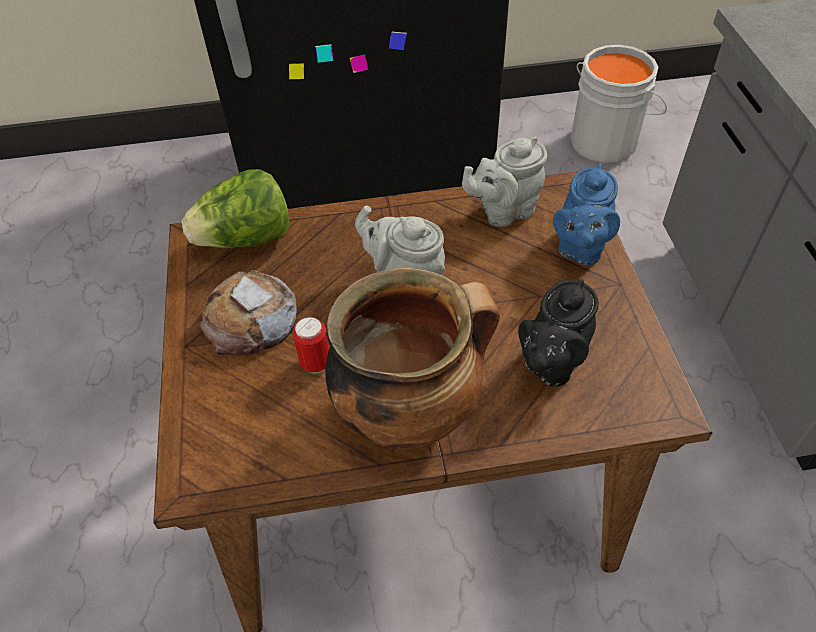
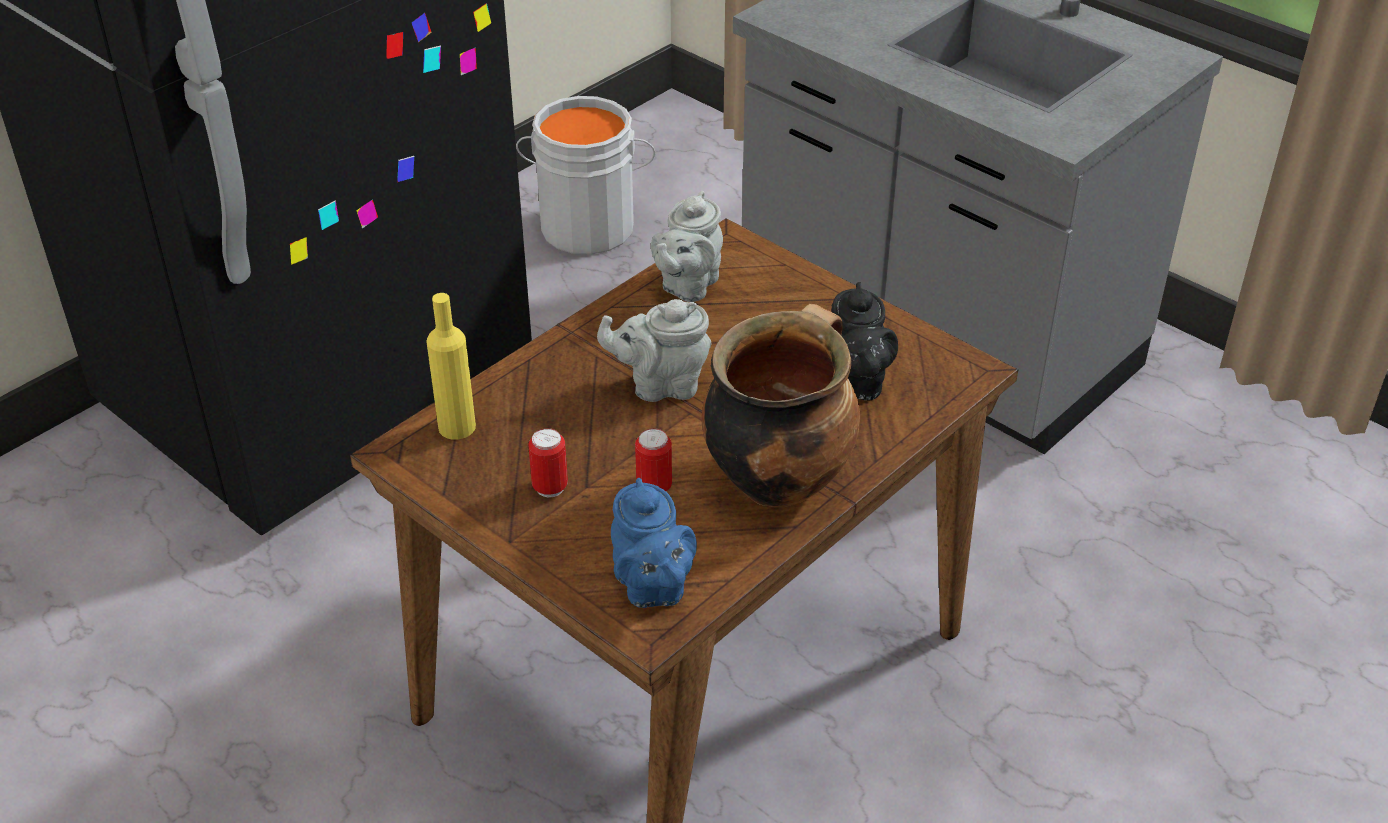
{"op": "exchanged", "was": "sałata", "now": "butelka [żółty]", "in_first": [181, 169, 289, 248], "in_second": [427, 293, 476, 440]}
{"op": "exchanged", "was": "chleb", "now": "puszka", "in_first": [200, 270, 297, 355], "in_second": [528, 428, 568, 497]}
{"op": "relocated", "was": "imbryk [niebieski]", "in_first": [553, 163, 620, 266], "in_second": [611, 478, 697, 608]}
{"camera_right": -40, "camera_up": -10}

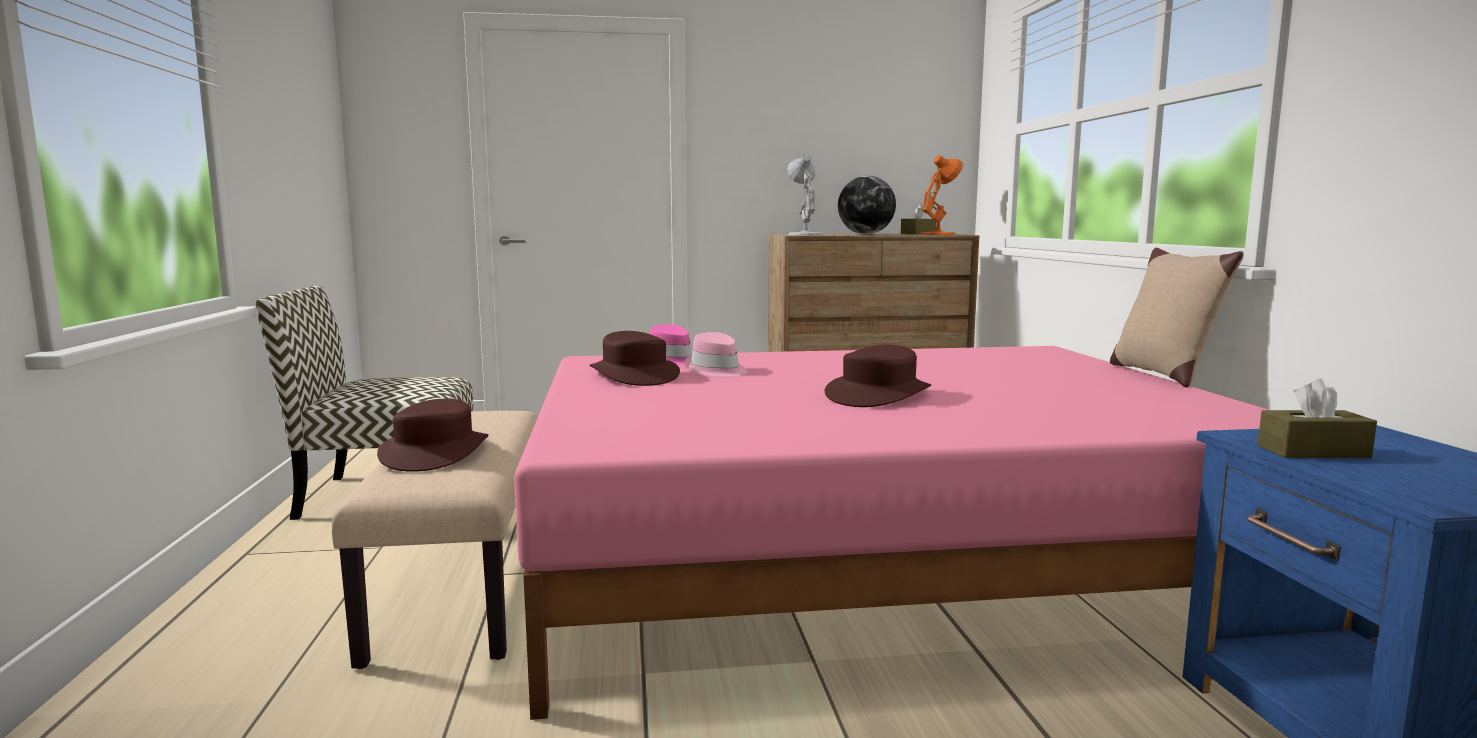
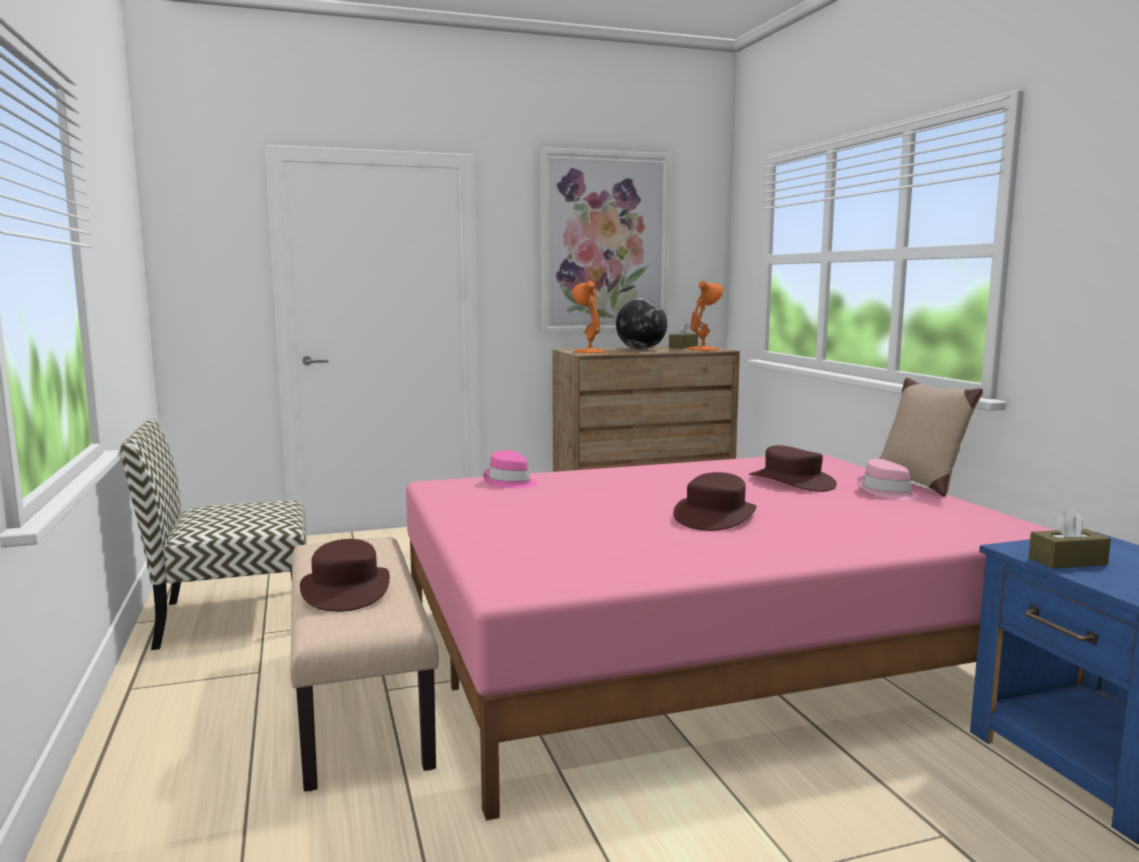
{"op": "appeared", "now": "obraz", "in_second": [540, 147, 671, 333]}
{"op": "colour", "was": "lampa stołowa [biały]", "now": "lampa stołowa [pomarańczowy]", "in_first": [787, 154, 823, 235], "in_second": [572, 281, 606, 353]}
{"op": "relocated", "was": "kapelusz [brązowy]", "in_first": [590, 331, 680, 386], "in_second": [749, 445, 837, 492]}
{"op": "relocated", "was": "kapelusz [różowy]", "in_first": [684, 332, 748, 376], "in_second": [857, 459, 919, 500]}
{"camera_right": -10, "camera_up": 0}

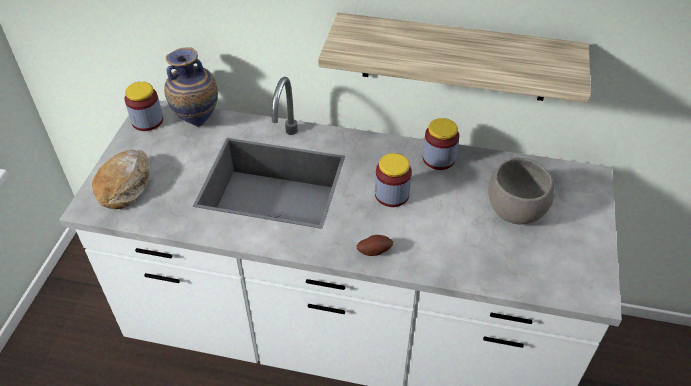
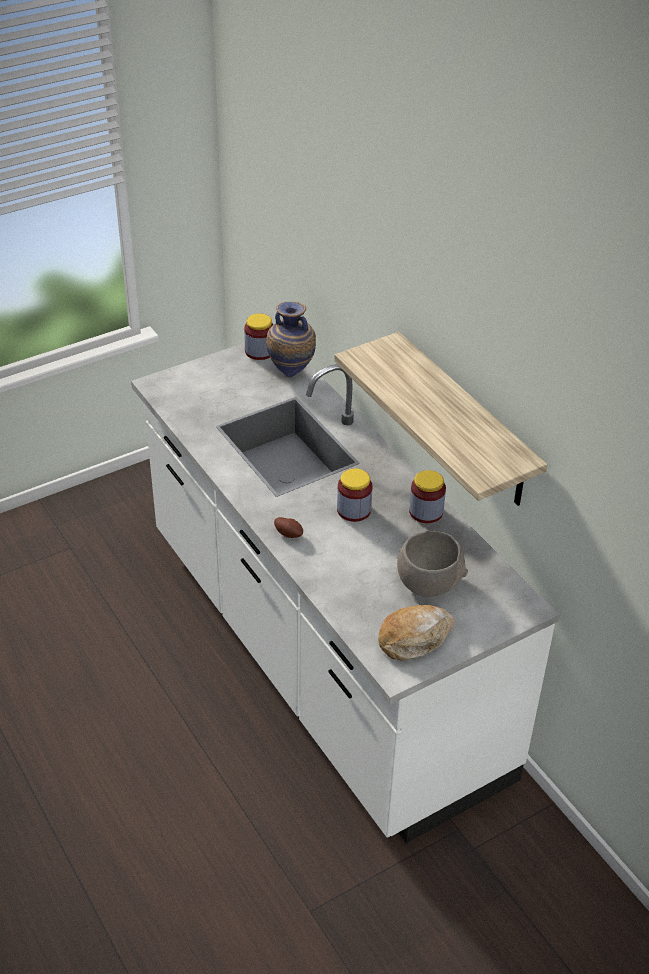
{"op": "relocated", "was": "chleb", "in_first": [92, 150, 150, 209], "in_second": [378, 605, 455, 661]}
{"camera_right": 45, "camera_up": -5}

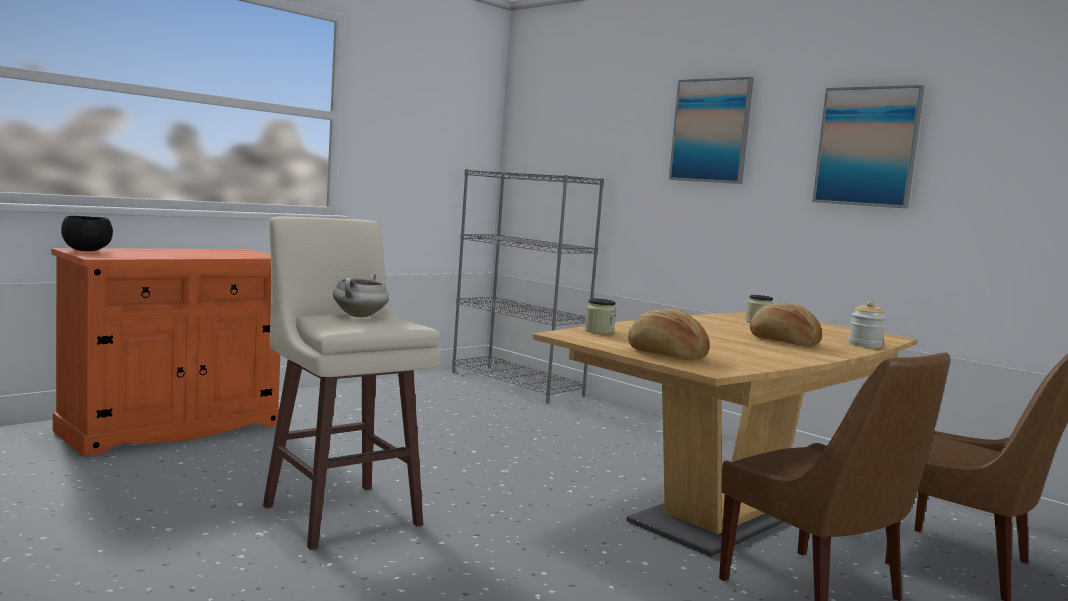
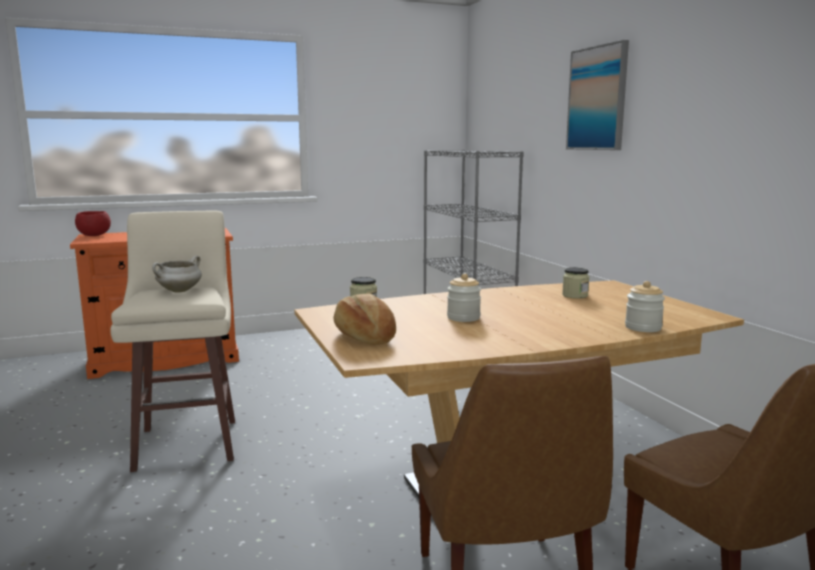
{"op": "colour", "was": "miska [czarny]", "now": "miska [czerwony]", "in_first": [61, 216, 113, 251], "in_second": [75, 211, 111, 236]}
{"op": "appeared", "now": "słoik", "in_second": [447, 273, 481, 322]}
{"op": "missing", "was": "chleb", "in_first": [750, 303, 822, 346]}
{"op": "missing", "was": "obraz", "in_first": [812, 85, 925, 209]}
{"camera_right": 25, "camera_up": 5}

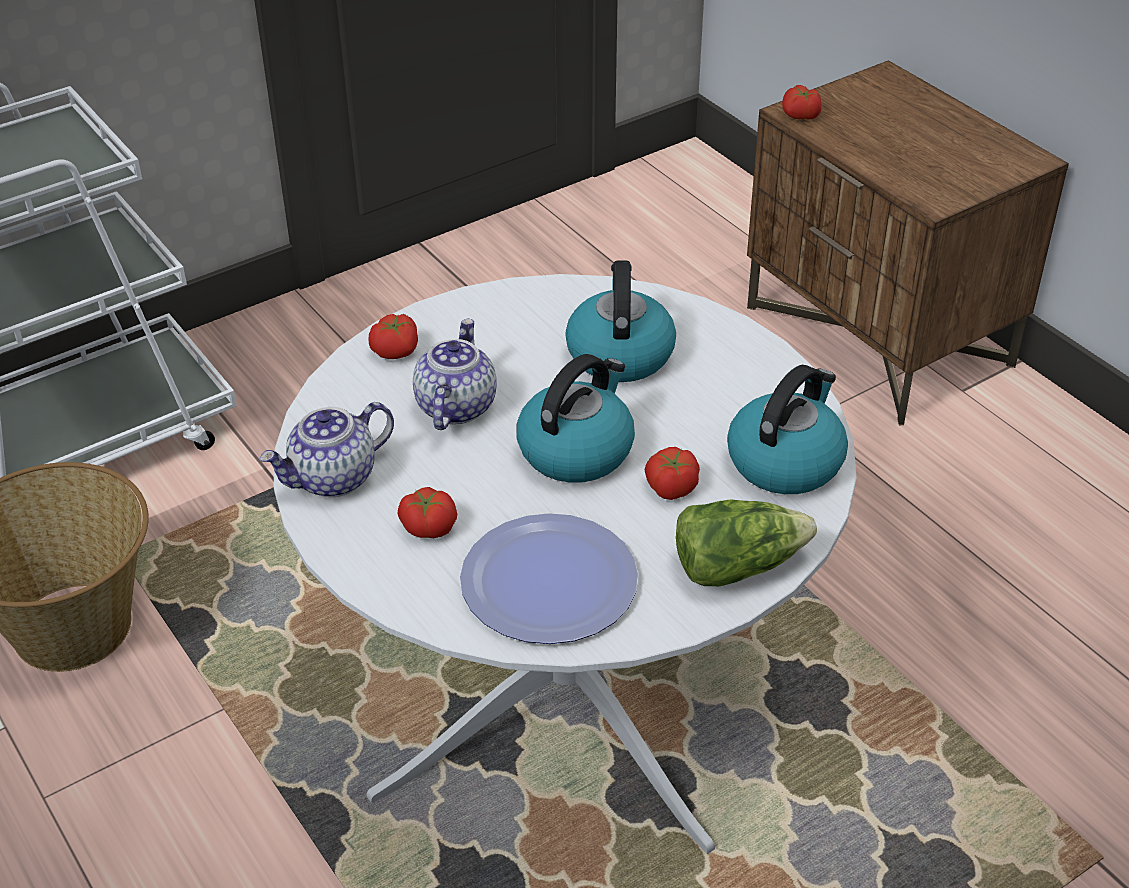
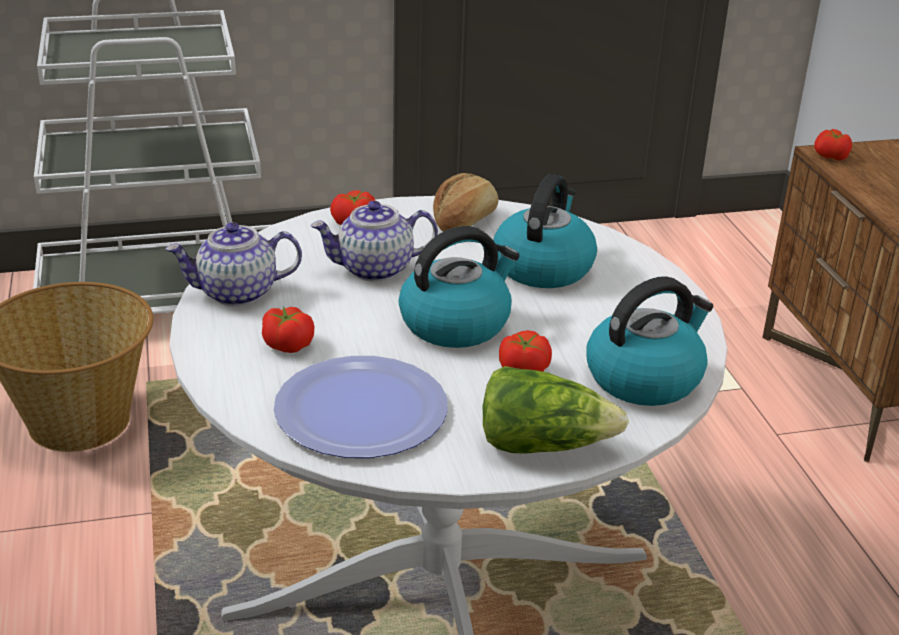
{"op": "spun", "was": "imbryk", "in_first": [413, 318, 497, 430], "in_second": [311, 201, 438, 282], "clockwise": -135}
{"op": "appeared", "now": "chleb", "in_second": [433, 173, 498, 232]}
{"camera_right": 20, "camera_up": -10}

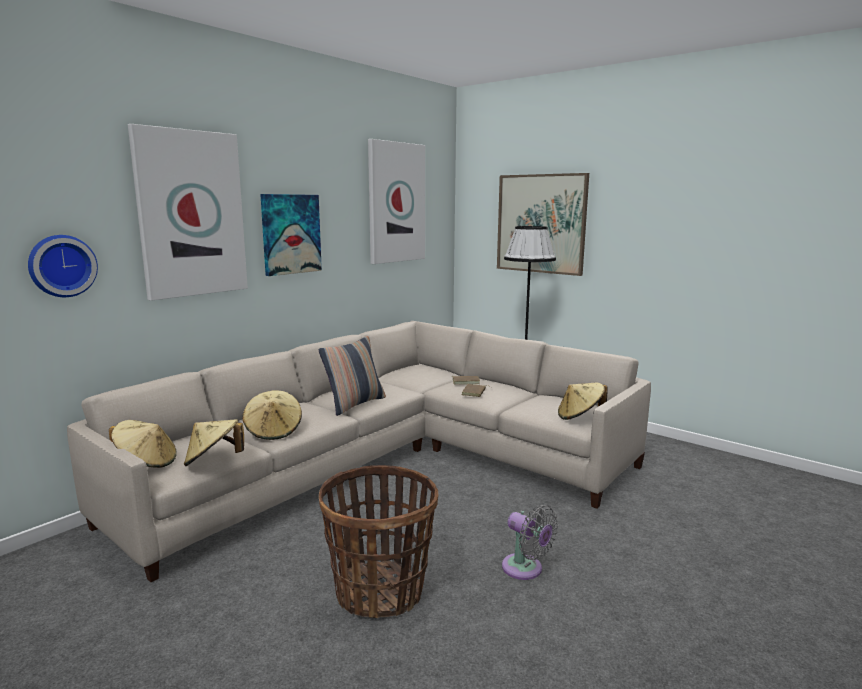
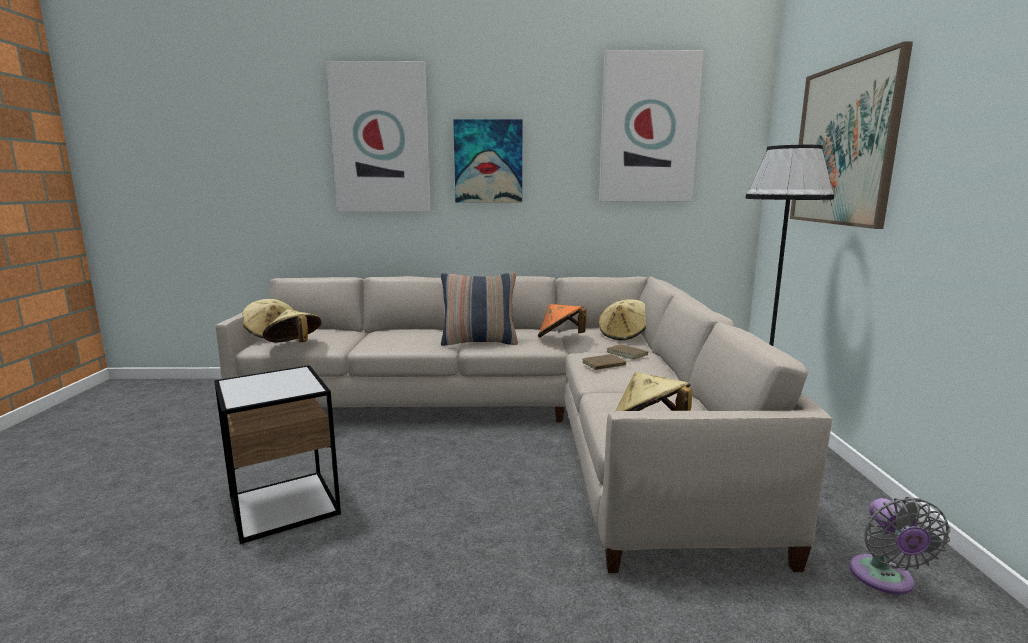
{"op": "exchanged", "was": "koszyk", "now": "stolik", "in_first": [319, 465, 438, 618], "in_second": [214, 365, 341, 544]}
{"op": "appeared", "now": "kapelusz [pomarańczowy]", "in_second": [538, 304, 587, 338]}
{"op": "relocated", "was": "kapelusz [beżowy]", "in_first": [242, 390, 302, 440], "in_second": [598, 299, 646, 340]}
{"op": "relocated", "was": "wentylator [szary]", "in_first": [502, 505, 558, 580], "in_second": [850, 497, 950, 595]}
{"op": "missing", "was": "zegar ścienny", "in_first": [28, 235, 98, 297]}
{"camera_right": 50, "camera_up": 0}

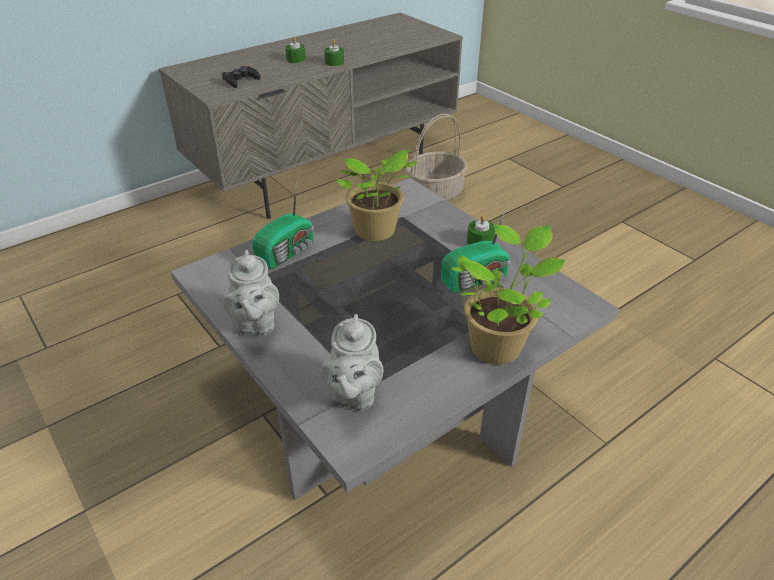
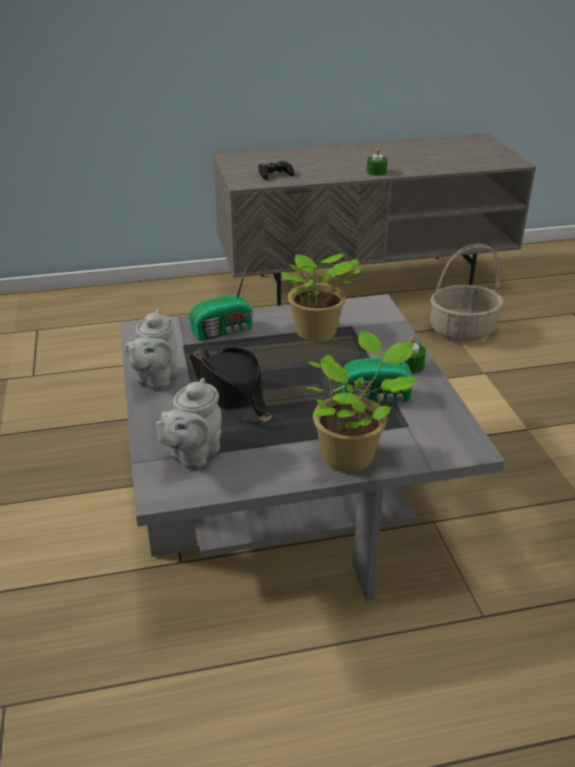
{"op": "appeared", "now": "kapelusz [czarny]", "in_second": [189, 347, 275, 425]}
{"op": "missing", "was": "świeca [zielony]", "in_first": [285, 36, 306, 63]}
{"camera_right": 25, "camera_up": -5}

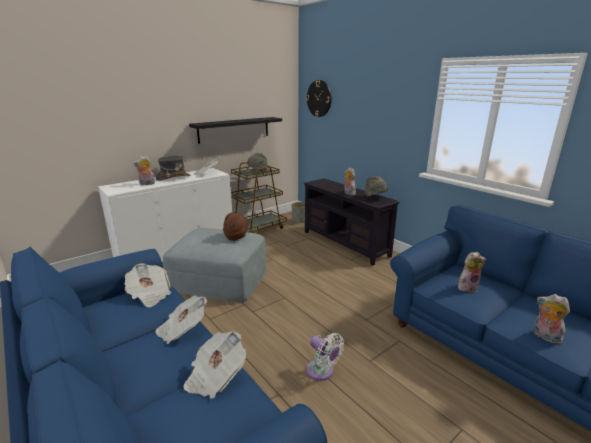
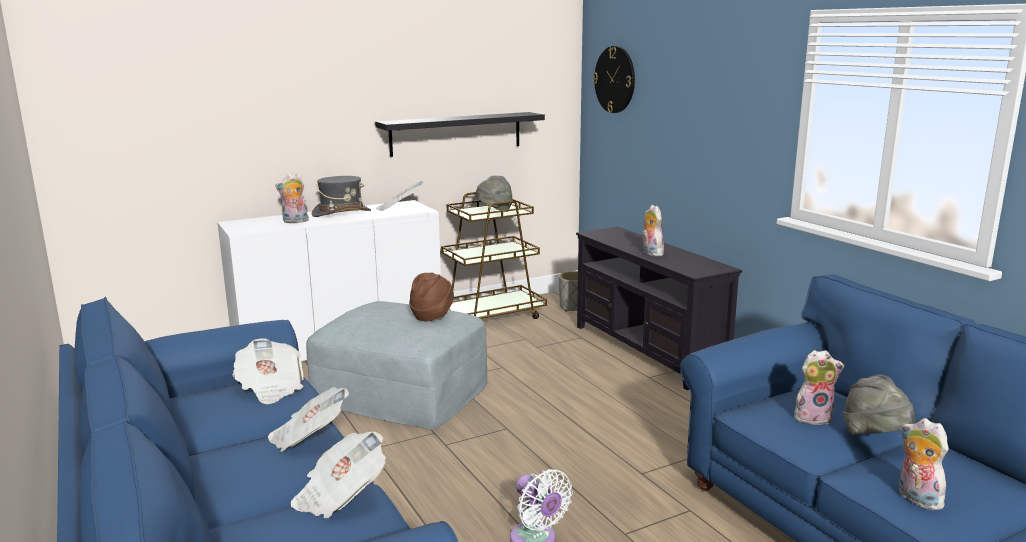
{"op": "relocated", "was": "kapelusz [szary]", "in_first": [365, 175, 388, 197], "in_second": [843, 374, 916, 435]}
{"camera_right": 10, "camera_up": -5}

